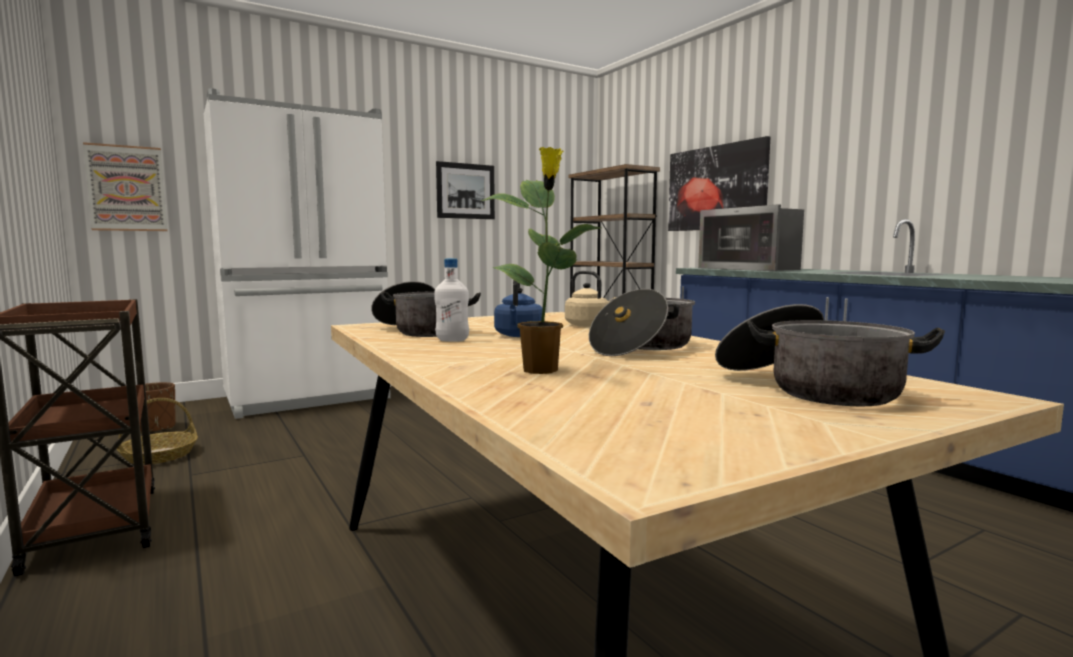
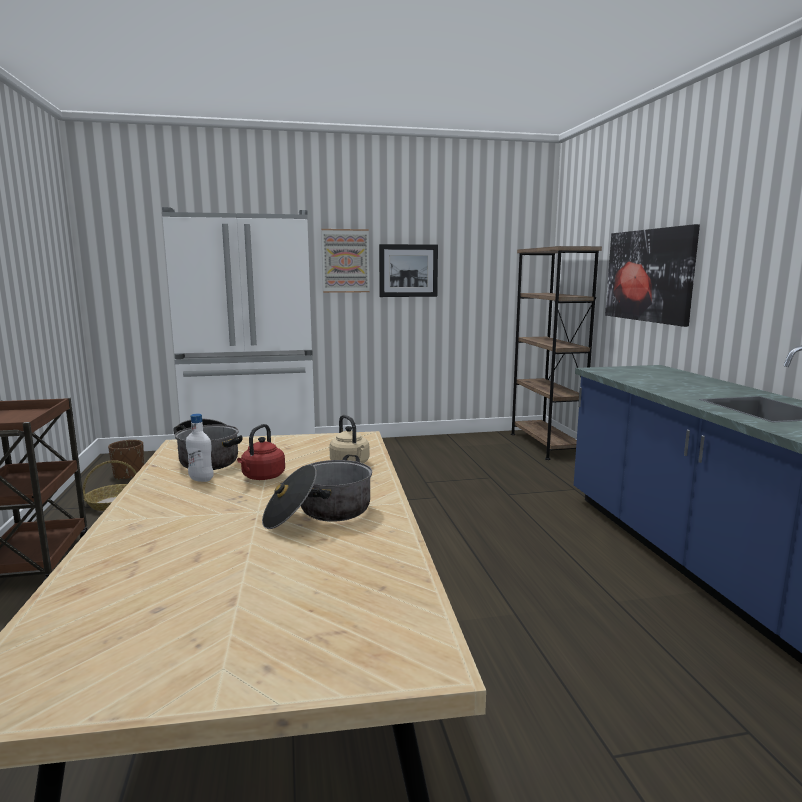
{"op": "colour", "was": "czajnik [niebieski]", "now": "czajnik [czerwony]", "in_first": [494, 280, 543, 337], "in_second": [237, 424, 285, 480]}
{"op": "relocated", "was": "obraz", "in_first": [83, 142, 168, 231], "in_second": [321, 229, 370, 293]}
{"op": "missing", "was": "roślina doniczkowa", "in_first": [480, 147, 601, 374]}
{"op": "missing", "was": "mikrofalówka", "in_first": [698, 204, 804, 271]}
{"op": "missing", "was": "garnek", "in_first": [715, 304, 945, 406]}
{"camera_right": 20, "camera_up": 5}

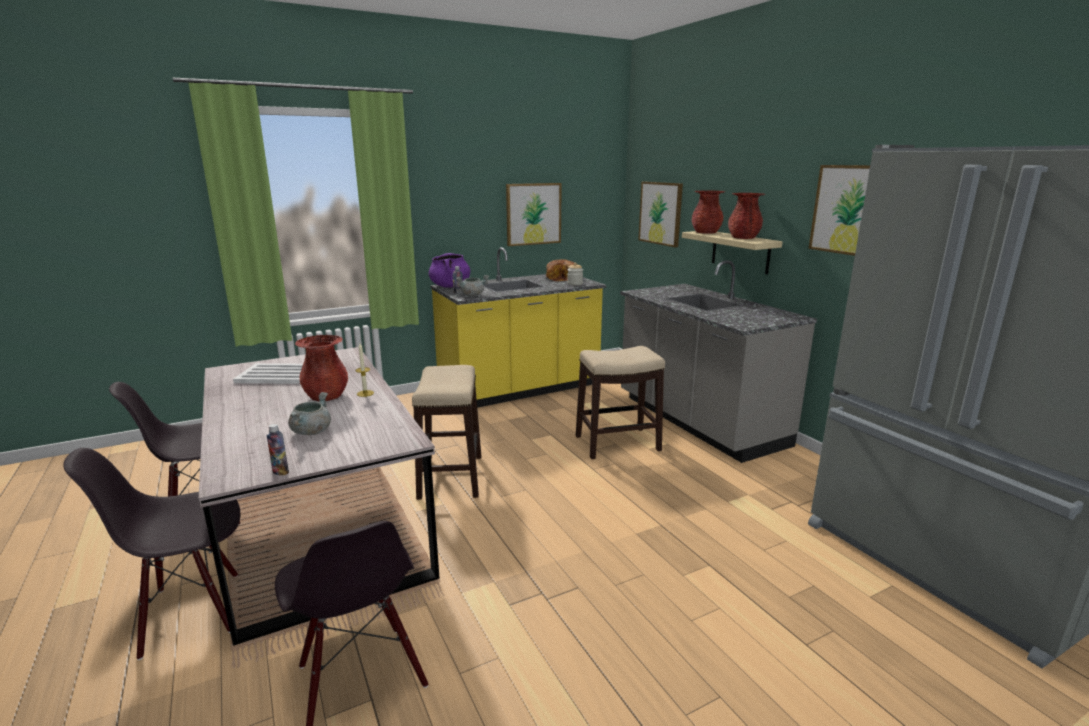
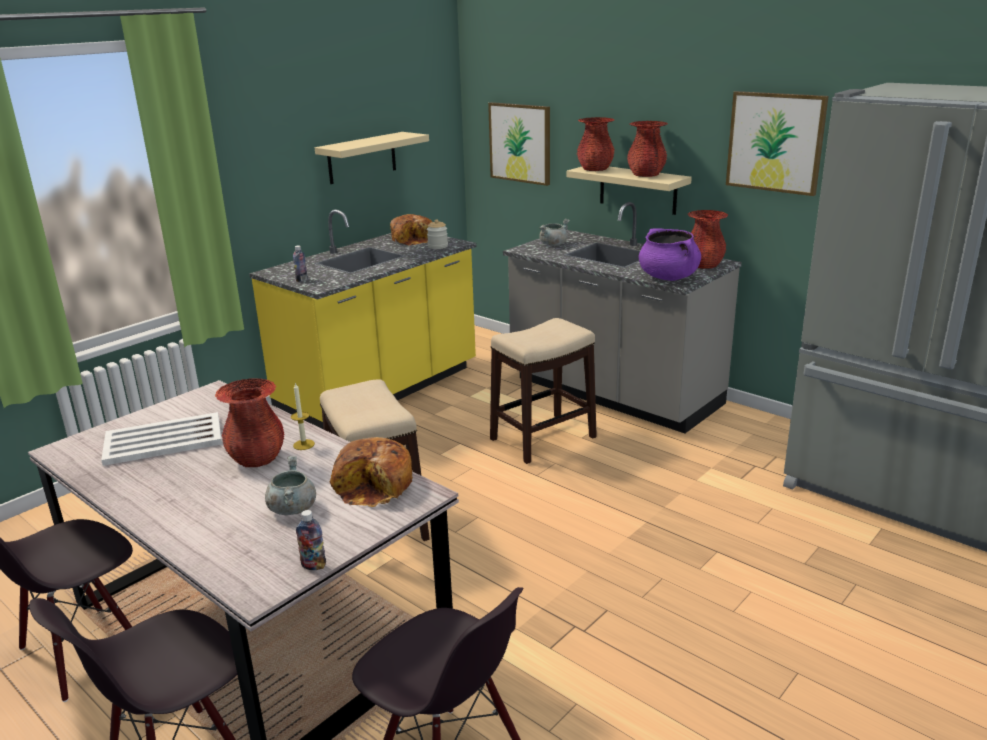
{"op": "exchanged", "was": "obraz", "now": "półka [beżowy]", "in_first": [506, 183, 562, 246], "in_second": [315, 132, 429, 184]}
{"op": "appeared", "now": "chleb", "in_second": [330, 437, 413, 507]}
{"op": "relocated", "was": "garnek [szary]", "in_first": [456, 275, 489, 296], "in_second": [539, 219, 570, 246]}
{"op": "relocated", "was": "garnek [fioletowy]", "in_first": [428, 253, 470, 288], "in_second": [639, 228, 701, 281]}
{"op": "appeared", "now": "wazon [czerwony]", "in_second": [688, 210, 728, 269]}
{"camera_right": -20, "camera_up": 5}

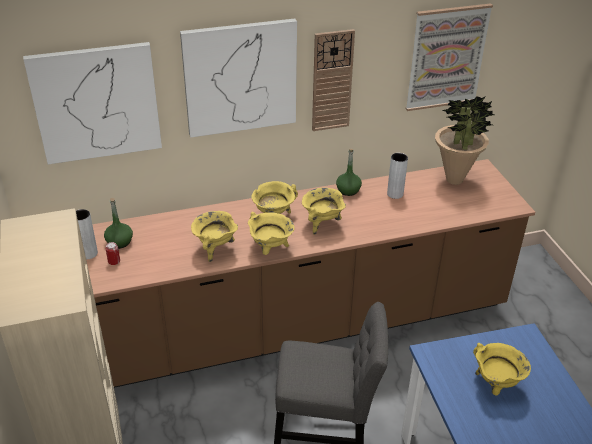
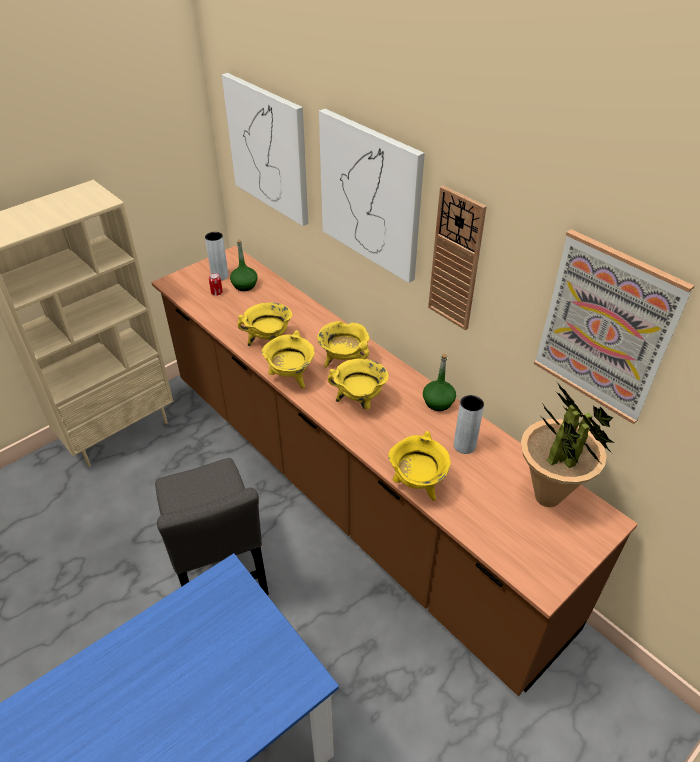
{"op": "relocated", "was": "garnek [żółty]", "in_first": [473, 343, 531, 395], "in_second": [388, 431, 451, 501]}
{"camera_right": 65, "camera_up": 5}

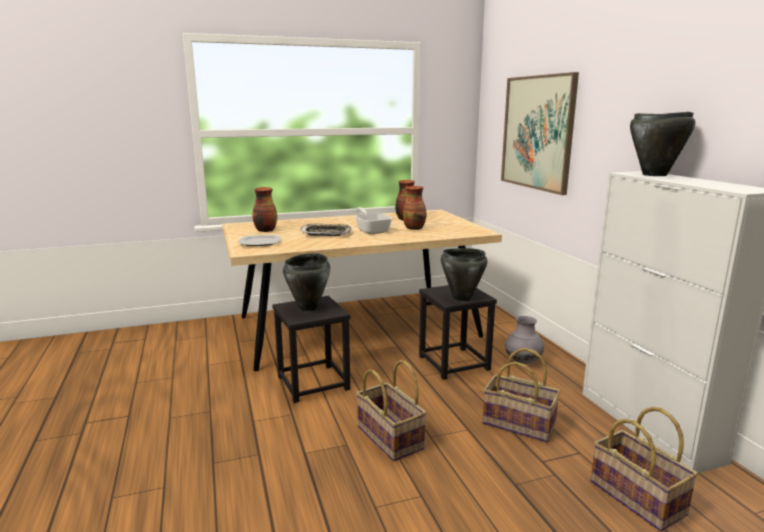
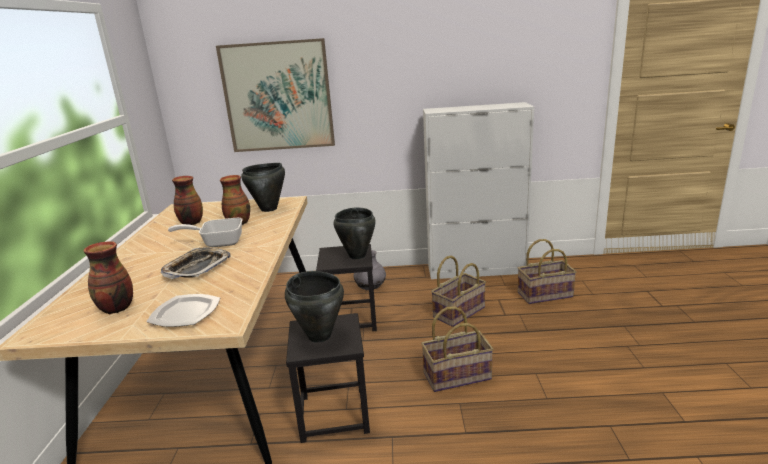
{"op": "relocated", "was": "garnek [czarny]", "in_first": [630, 112, 695, 176], "in_second": [241, 163, 285, 212]}
{"camera_right": -70, "camera_up": 5}

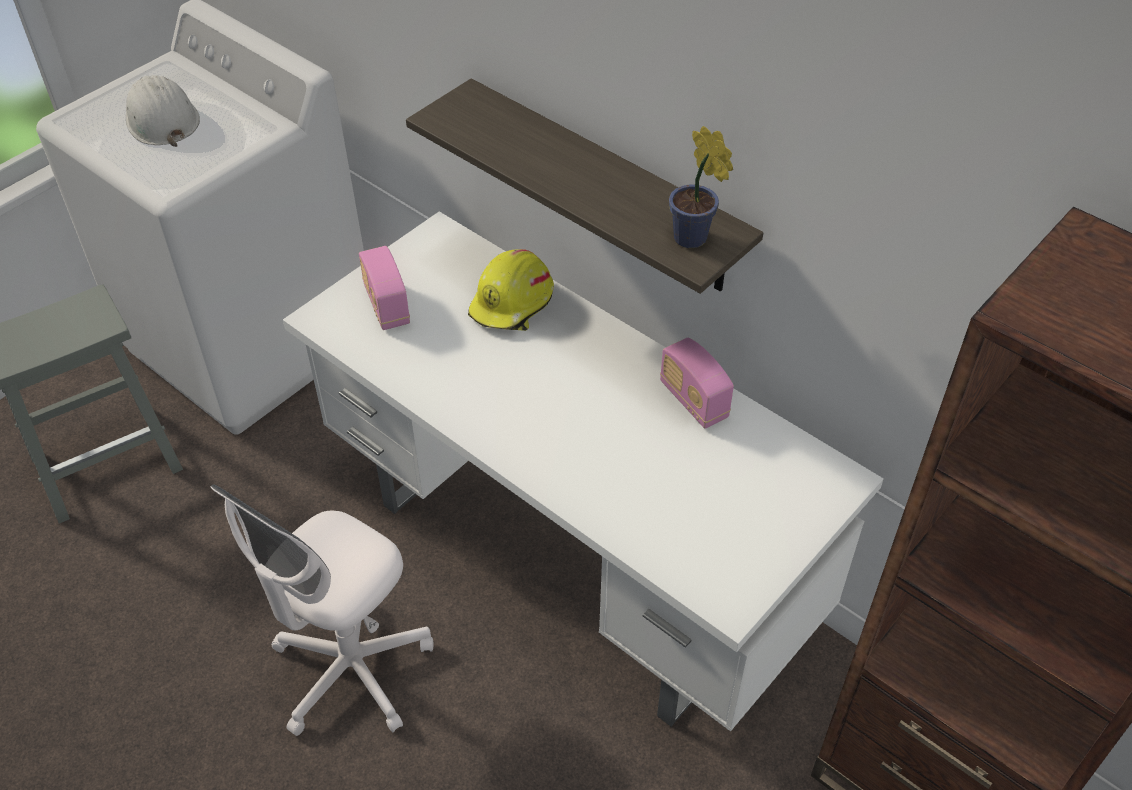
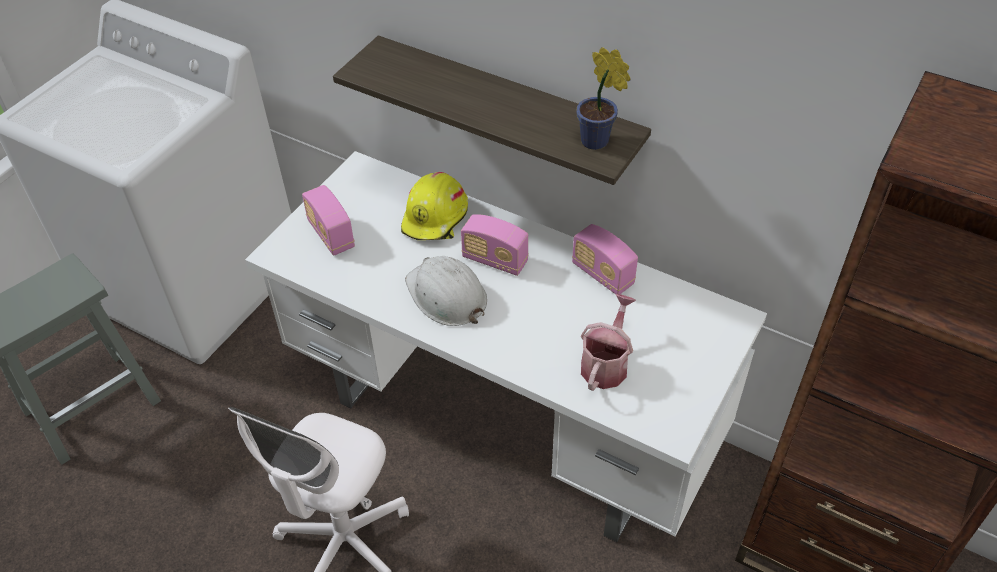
{"op": "relocated", "was": "kask [biały]", "in_first": [126, 75, 200, 147], "in_second": [405, 256, 487, 326]}
{"op": "appeared", "now": "radio", "in_second": [461, 214, 529, 276]}
{"op": "appeared", "now": "konewka", "in_second": [581, 294, 636, 391]}
{"camera_right": -10, "camera_up": 0}

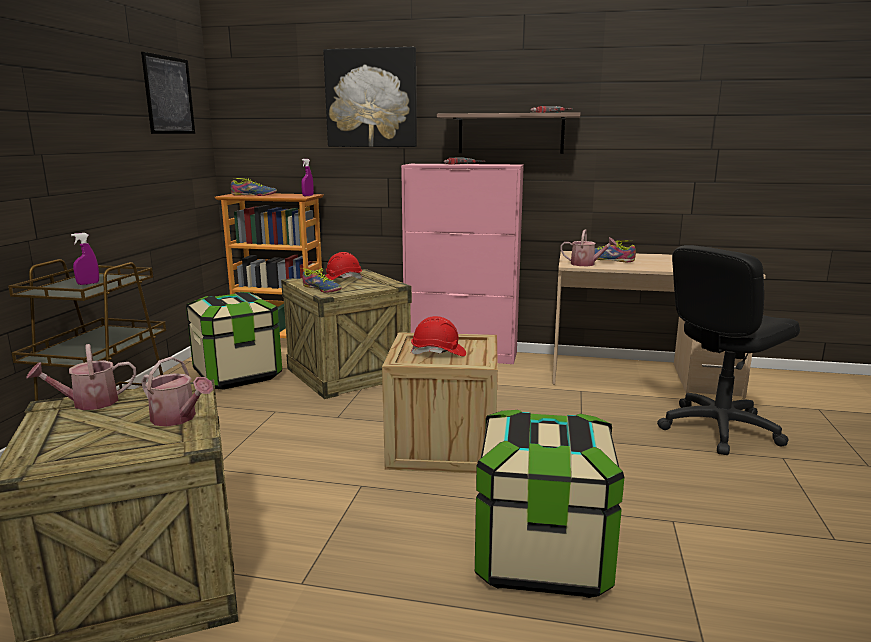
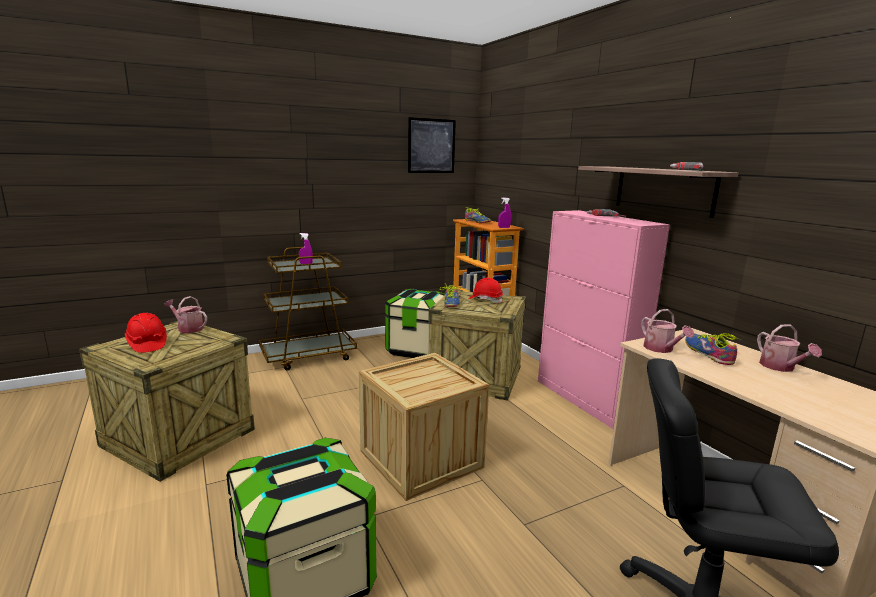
{"op": "relocated", "was": "kask [czerwony]", "in_first": [410, 316, 466, 356], "in_second": [125, 313, 167, 353]}
{"op": "relocated", "was": "konewka", "in_first": [141, 357, 213, 427], "in_second": [757, 324, 822, 372]}
{"op": "missing", "was": "obraz", "in_first": [323, 47, 417, 147]}
{"camera_right": 50, "camera_up": 0}

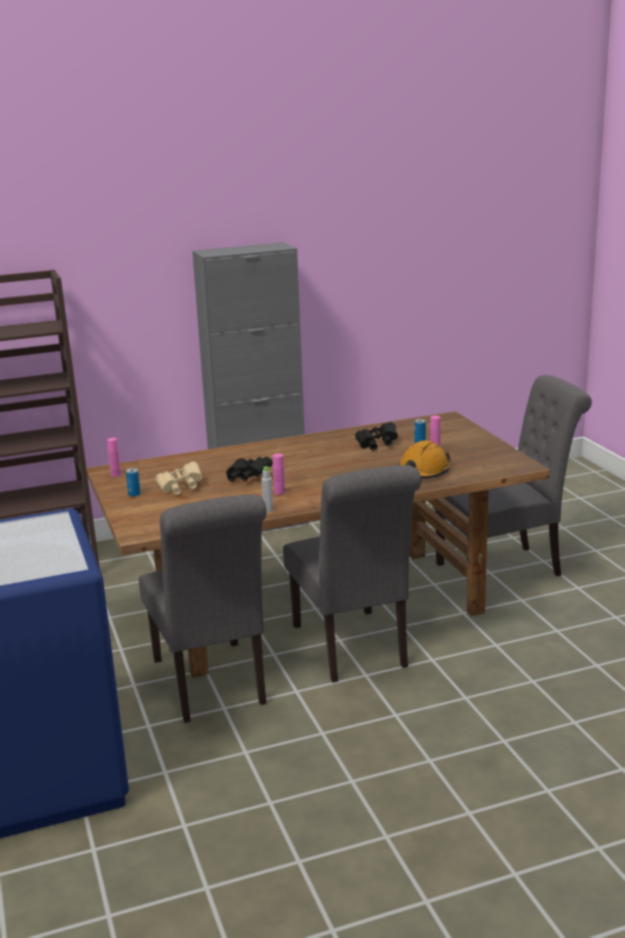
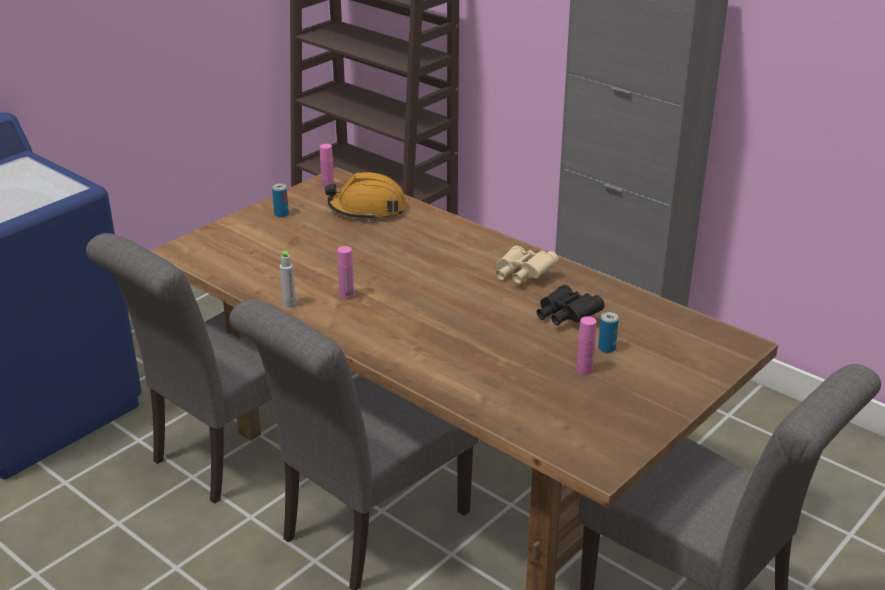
{"op": "relocated", "was": "kask [pomarańczowy]", "in_first": [398, 440, 451, 478], "in_second": [325, 172, 406, 221]}
{"op": "relocated", "was": "lornetka [beżowy]", "in_first": [156, 462, 203, 495], "in_second": [496, 246, 559, 283]}
{"op": "missing", "was": "lornetka [czarny]", "in_first": [226, 457, 273, 482]}
{"camera_right": 60, "camera_up": 10}

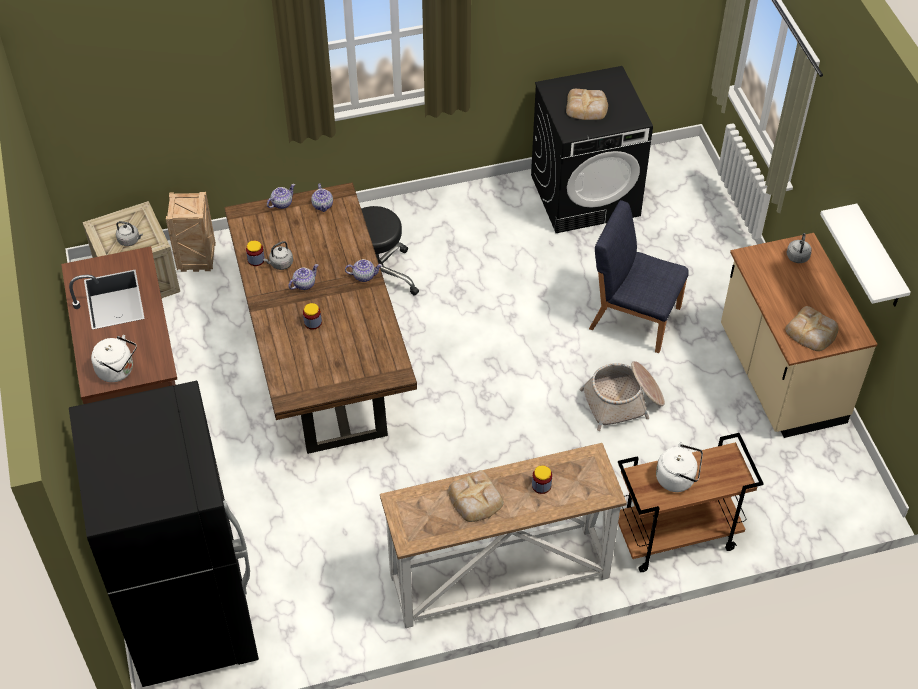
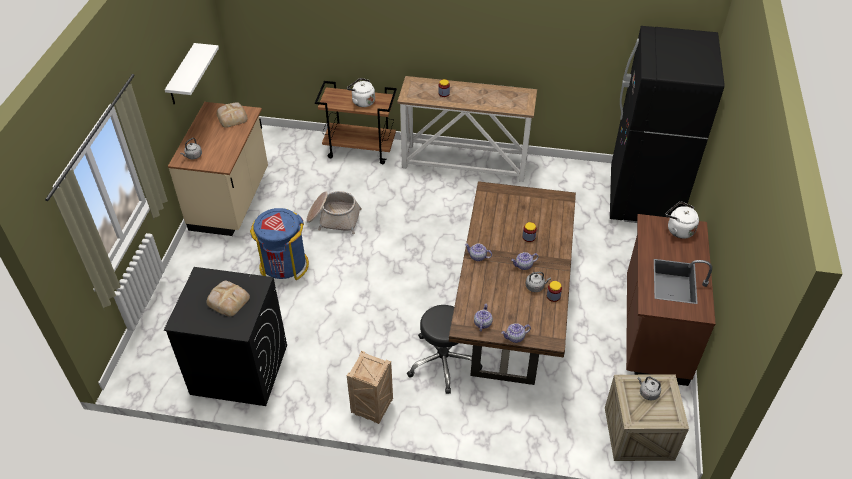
{"op": "exchanged", "was": "krzesło [niebieski]", "now": "kosz na śmieci [niebieski]", "in_first": [589, 200, 689, 353], "in_second": [250, 208, 309, 280]}
{"op": "relocated", "was": "skrzynka", "in_first": [166, 192, 216, 272], "in_second": [347, 351, 393, 424]}
{"op": "missing", "was": "chleb", "in_first": [448, 470, 504, 522]}
{"camera_right": -155, "camera_up": -5}

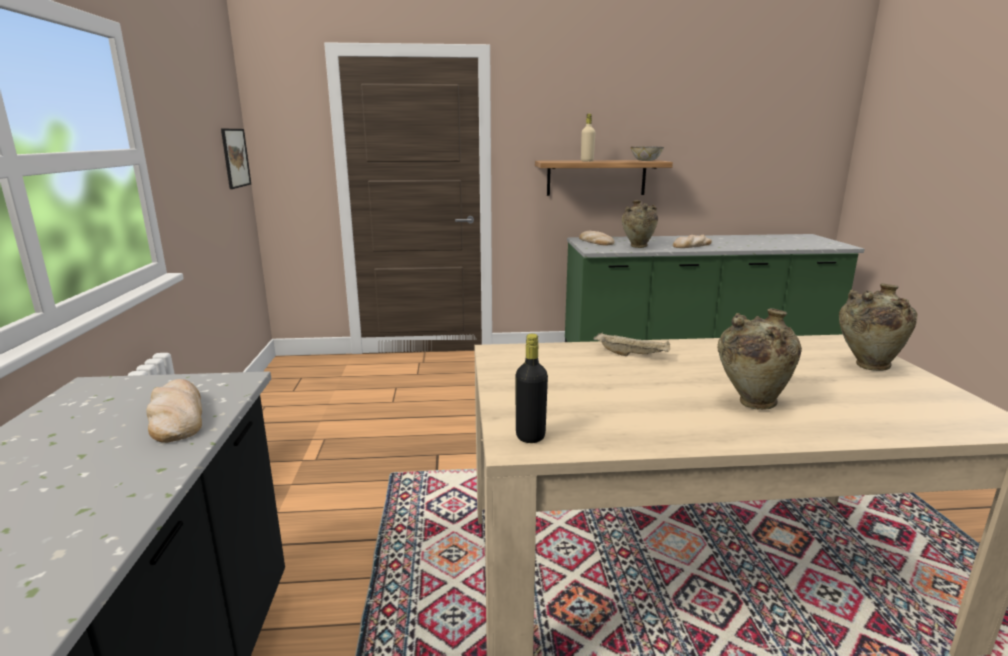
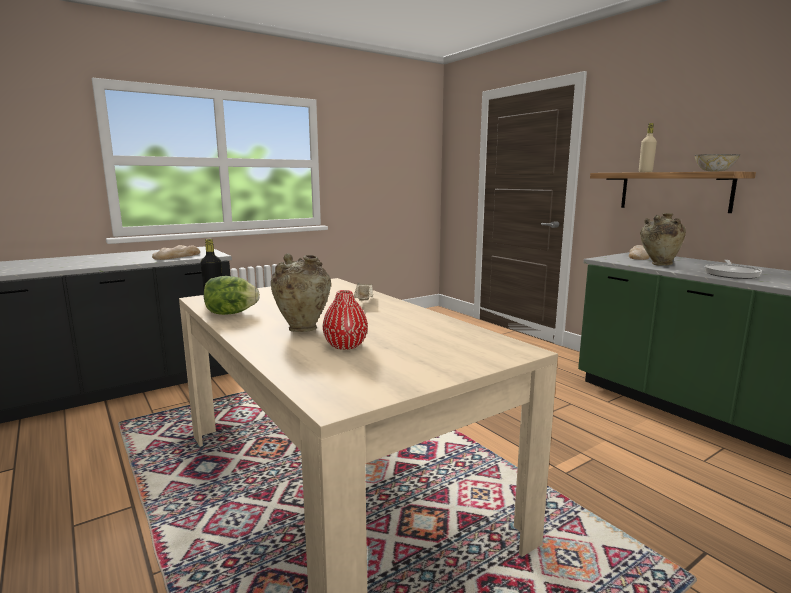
{"op": "appeared", "now": "sałata", "in_second": [204, 276, 260, 315]}
{"op": "appeared", "now": "wazon [czerwony]", "in_second": [323, 290, 368, 350]}
{"op": "exchanged", "was": "chleb", "now": "patelnia", "in_first": [673, 235, 712, 248], "in_second": [705, 260, 762, 279]}
{"op": "missing", "was": "obraz", "in_first": [221, 129, 251, 189]}
{"op": "missing", "was": "wazon [beżowy]", "in_first": [839, 283, 918, 371]}
{"camera_right": 60, "camera_up": -5}

